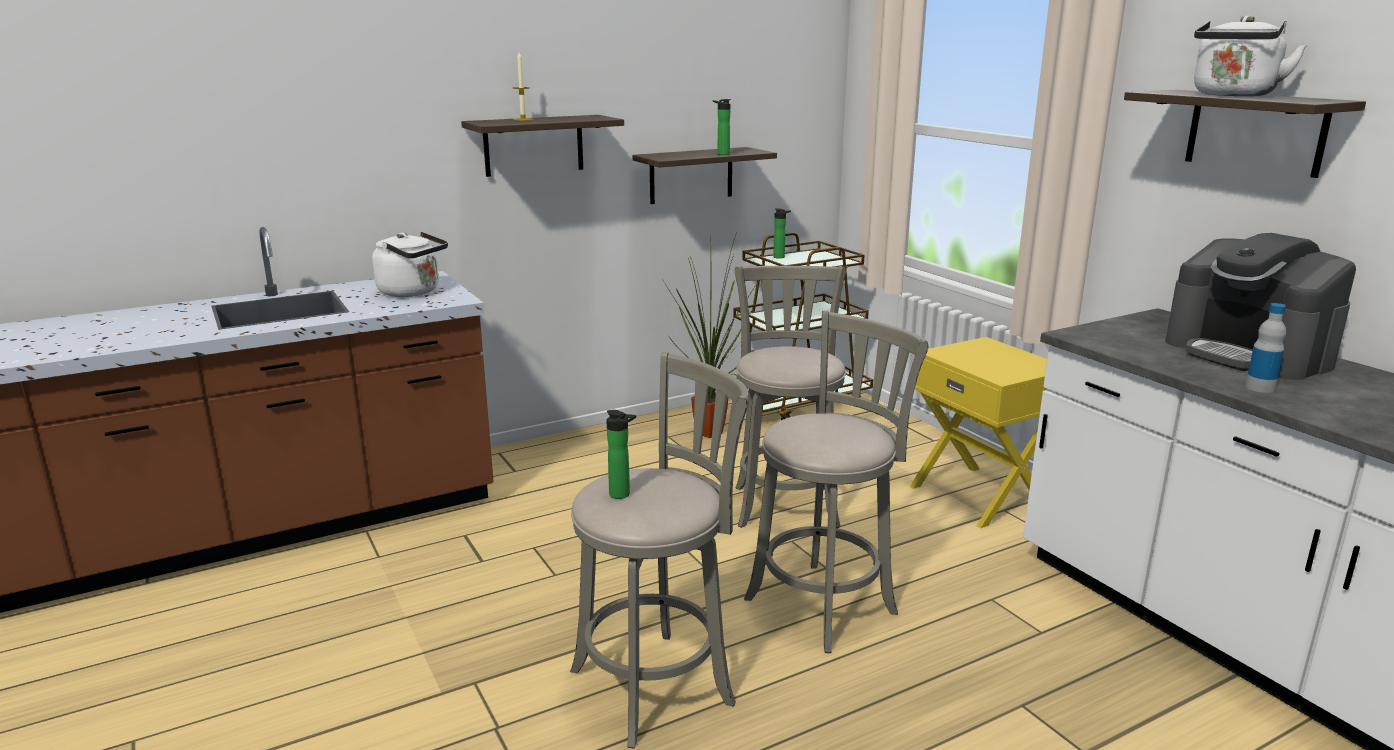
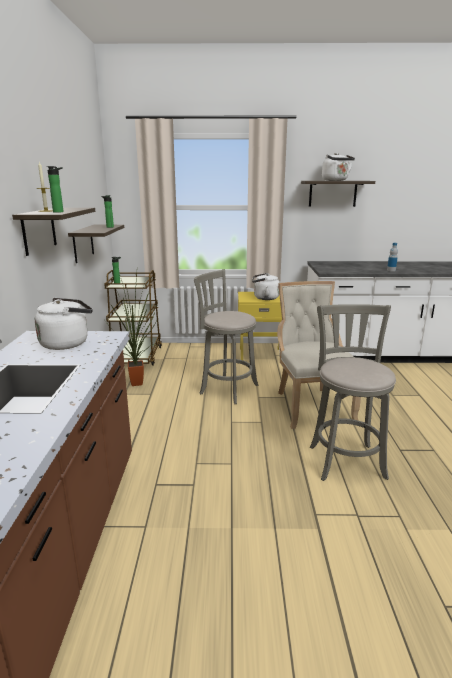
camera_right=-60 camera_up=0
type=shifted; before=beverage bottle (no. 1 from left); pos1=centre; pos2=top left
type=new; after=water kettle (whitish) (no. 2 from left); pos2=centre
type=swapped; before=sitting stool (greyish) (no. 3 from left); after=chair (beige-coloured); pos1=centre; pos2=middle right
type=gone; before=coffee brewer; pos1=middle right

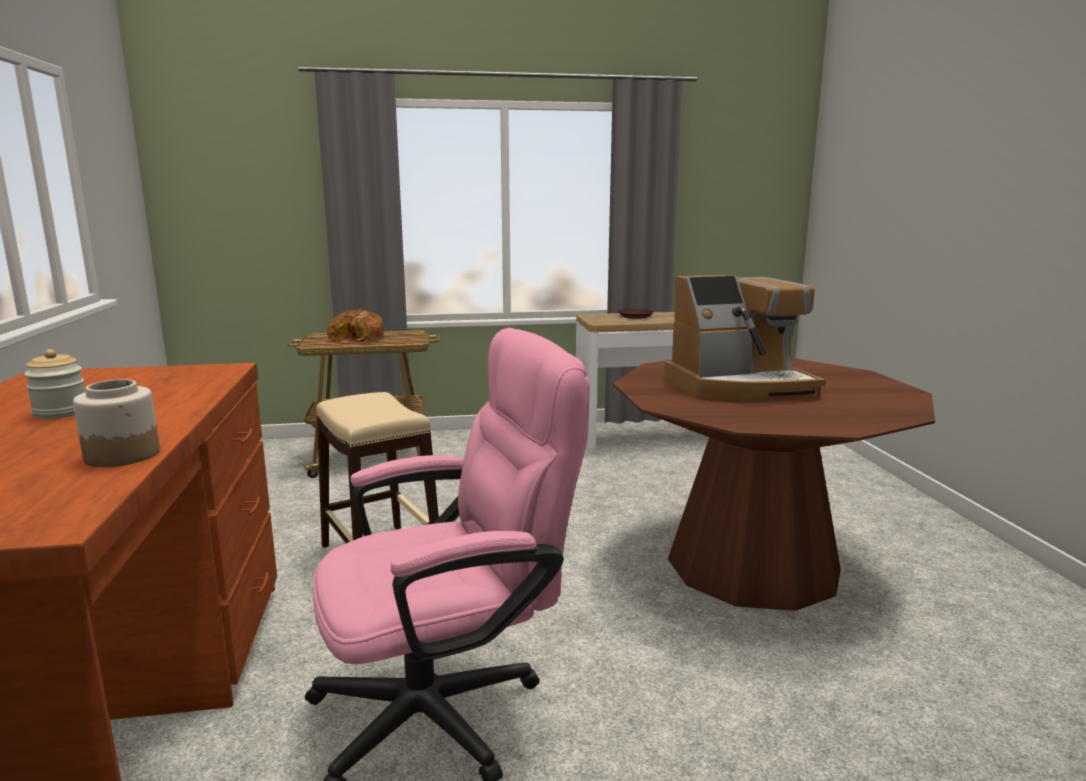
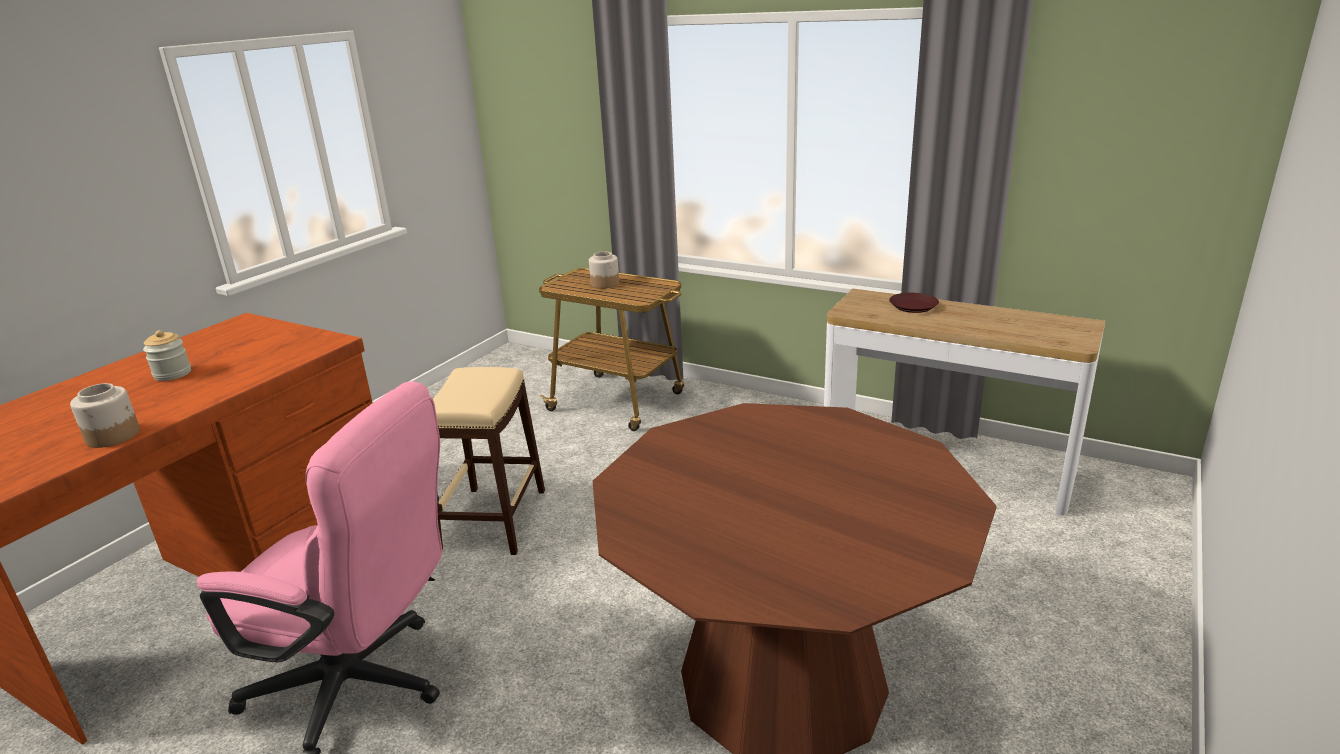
camera_right=40 camera_up=10
type=swapped; before=bread; after=jar (no. 3 from left); pos1=middle left; pos2=centre
type=gone; before=coffee brewer; pos1=middle right

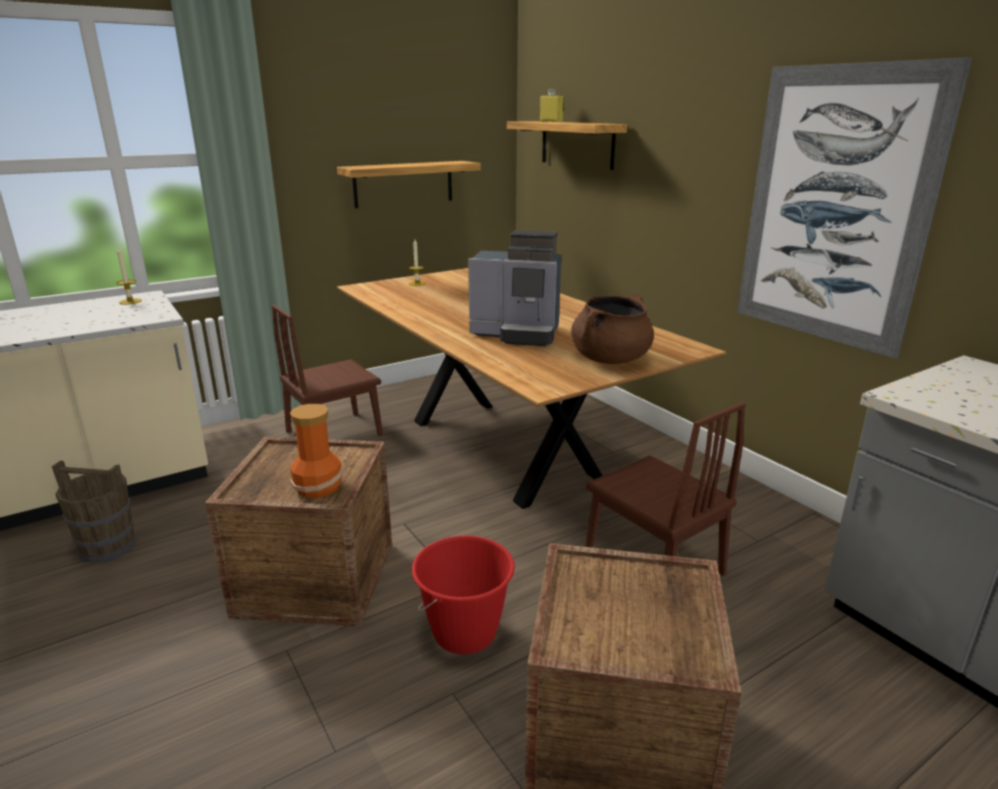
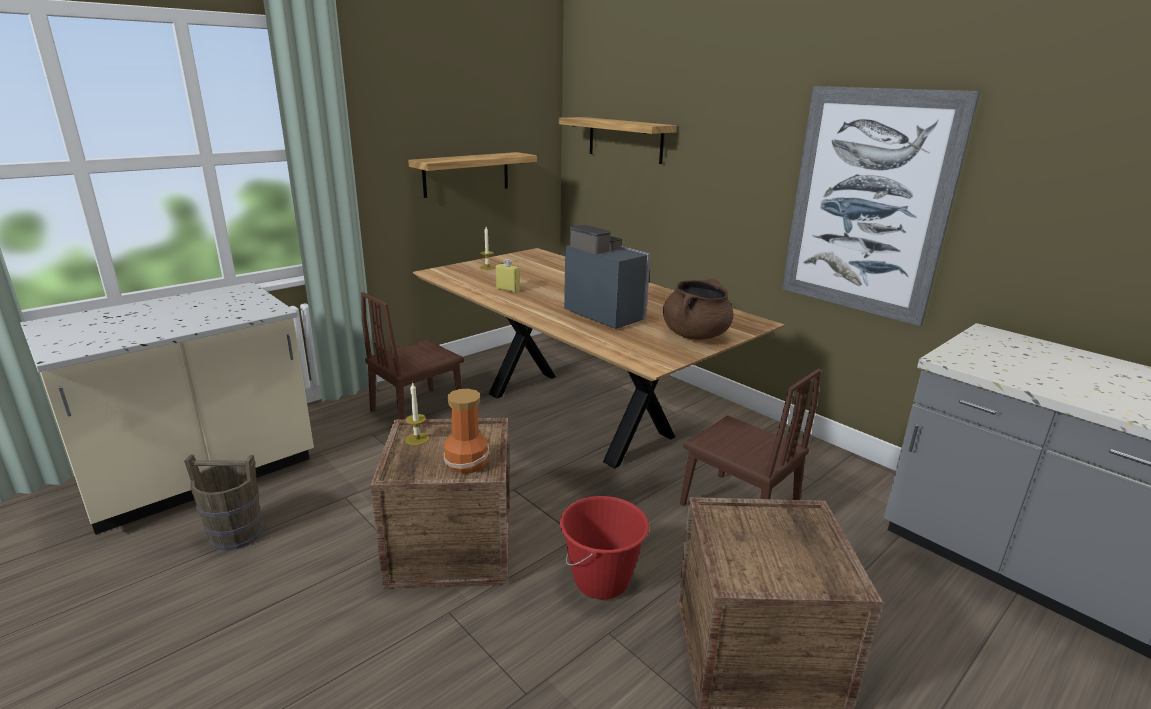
camera_right=-10 camera_up=0
type=shifted; before=candle (no. 1 from left); pos1=middle left; pos2=centre
type=shifted; before=beverage bottle (yellowish); pos1=top centre; pos2=centre
type=rotated; before=coffee brewer; pos1=centre; pos2=centre; turn=-135

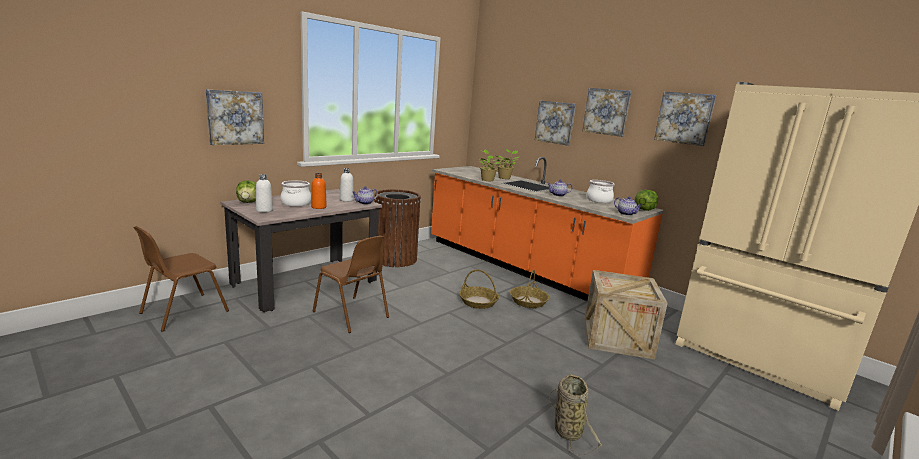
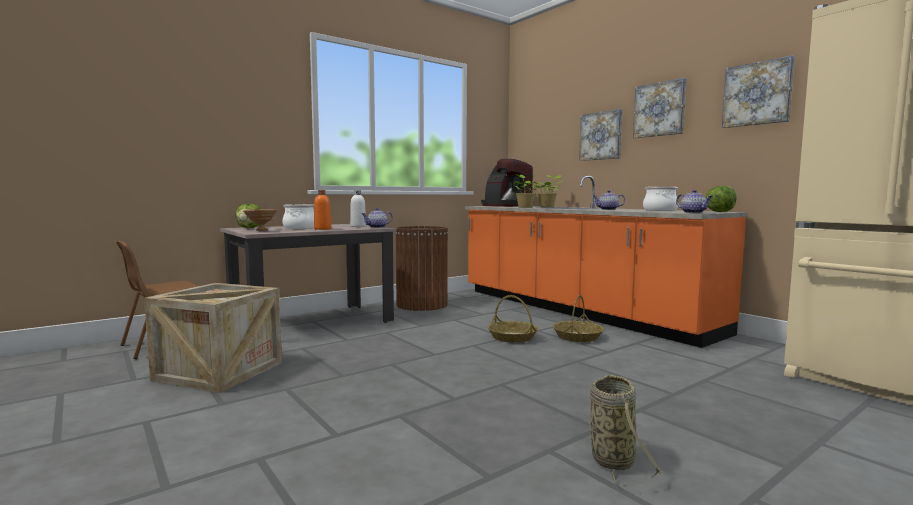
camera_right=10 camera_up=-10
type=shifted; before=crate; pos1=bottom right; pos2=bottom left
type=swapped; before=beverage bottle (whitish) (no. 1 from left); after=deep dish (brown); pos1=middle left; pos2=middle left
type=new; after=coffee brewer; pos2=centre
type=gone; before=wall picture (no. 1 from left); pos1=top left
type=gone; before=chair (brown) (no. 2 from left); pos1=centre

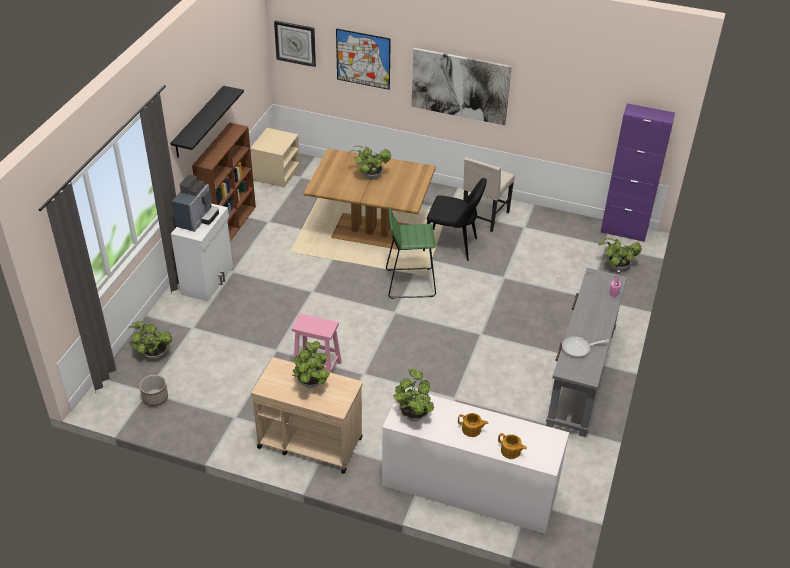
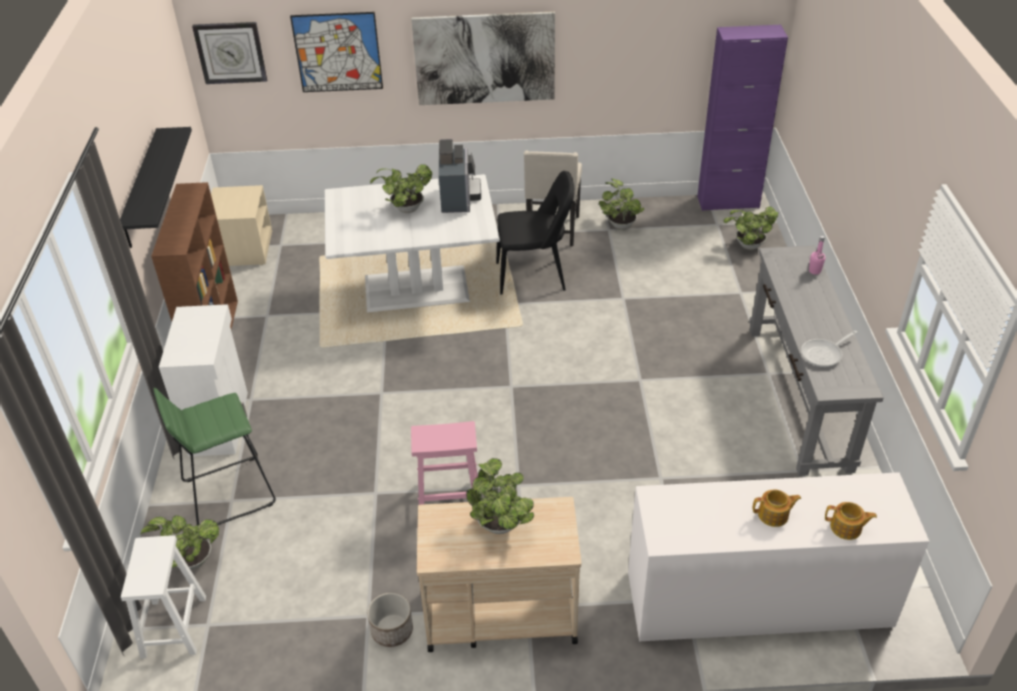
camera_right=-20 camera_up=0
type=new; after=sitting stool (whitish); pos2=bottom left
type=shifted; before=sitting stool (green); pos1=centre; pos2=middle left
type=repainted; before=dinner table (brown); after=dinner table (whitish); pos1=centre; pos2=centre
type=shifted; before=planter; pos1=bottom left; pos2=bottom centre
type=shifted; before=coffee brewer; pos1=middle left; pos2=top centre
type=shifted; before=houseplant (no. 4 from left); pos1=bottom centre; pos2=top centre

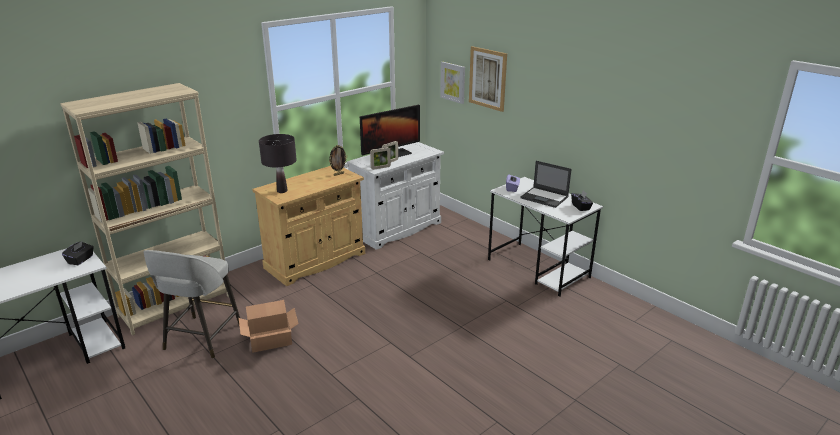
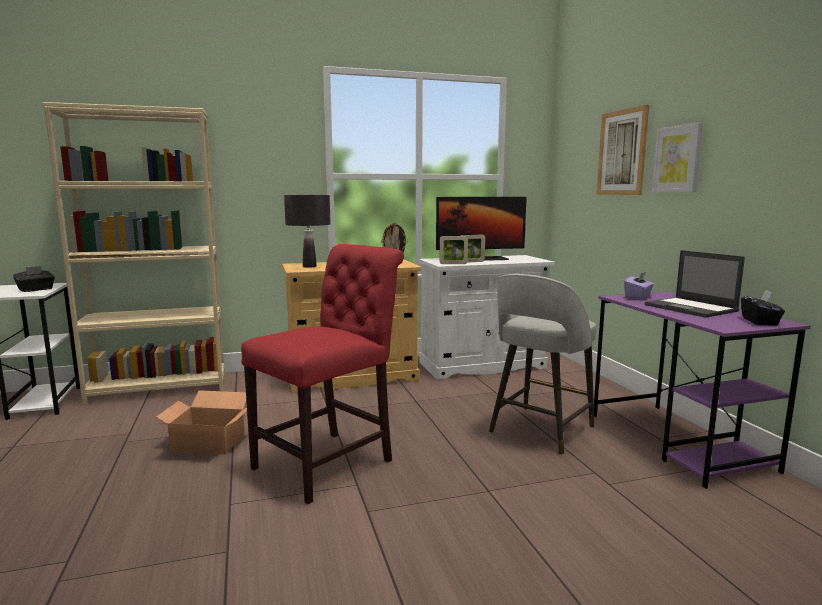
camera_right=25 camera_up=-15
type=new; after=chair (red); pos2=centre
type=shifted; before=sitting stool (greyish); pos1=bottom left; pos2=centre
type=repainted; before=desk table (whitish) (no. 2 from left); after=desk table (purple-coloured); pos1=centre; pos2=middle right
type=shifted; before=wall picture (no. 1 from left in the first image); after=wall picture (no. 2 from left); pos1=top centre; pos2=top right

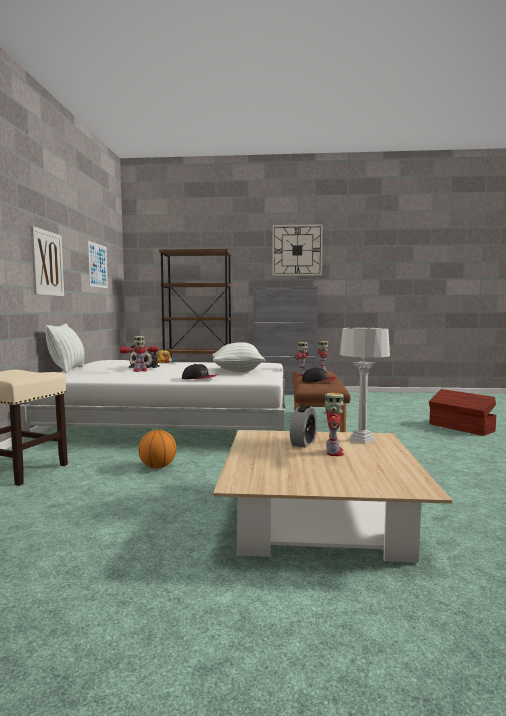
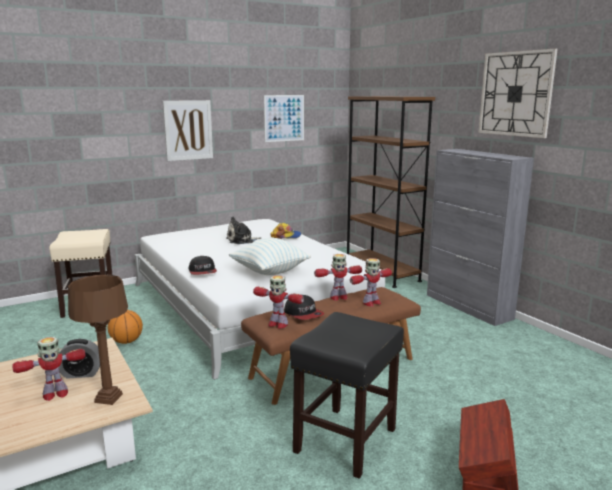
camera_right=55 camera_up=10
type=repainted; before=tabletop lamp (greyish); after=tabletop lamp (brown); pos1=middle right; pos2=bottom left
type=shifted; before=robot figure (no. 1 from left in the first image); after=robot figure (no. 2 from left); pos1=middle left; pos2=centre
type=new; after=sitting stool (black); pos2=bottom centre
type=gone; before=cushion (no. 1 from left); pos1=middle left

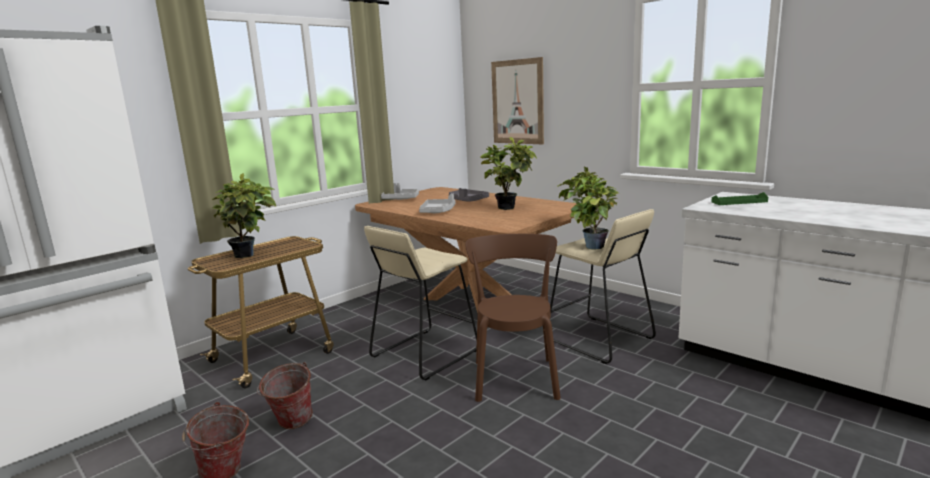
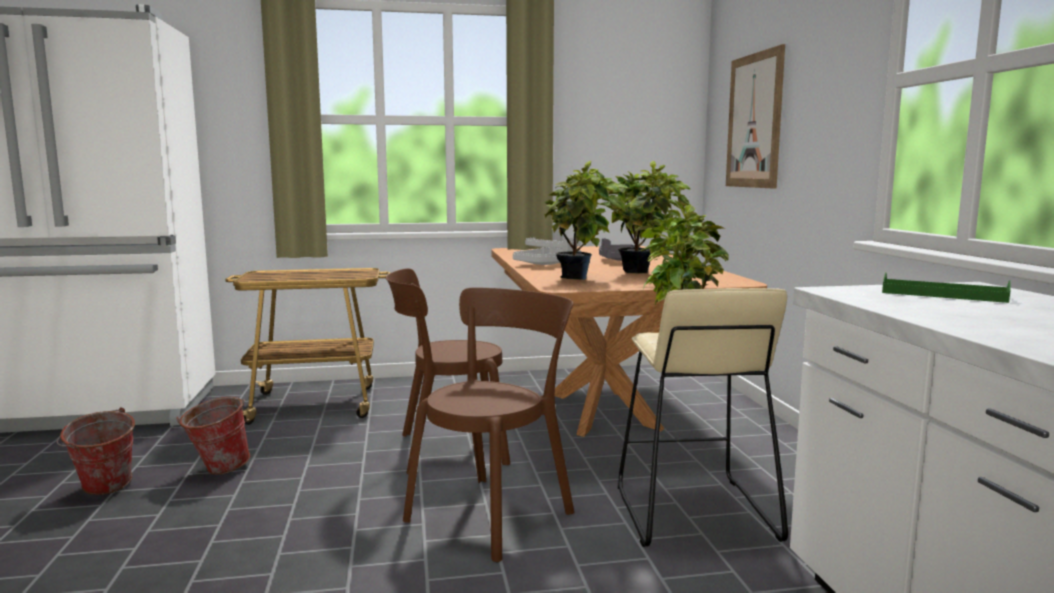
camera_right=35 camera_up=-5
type=swapped; before=sitting stool (beige-coloured) (no. 1 from left); after=chair (brown) (no. 1 from left); pos1=centre; pos2=centre
type=shifted; before=houseplant (no. 1 from left); pos1=middle left; pos2=centre

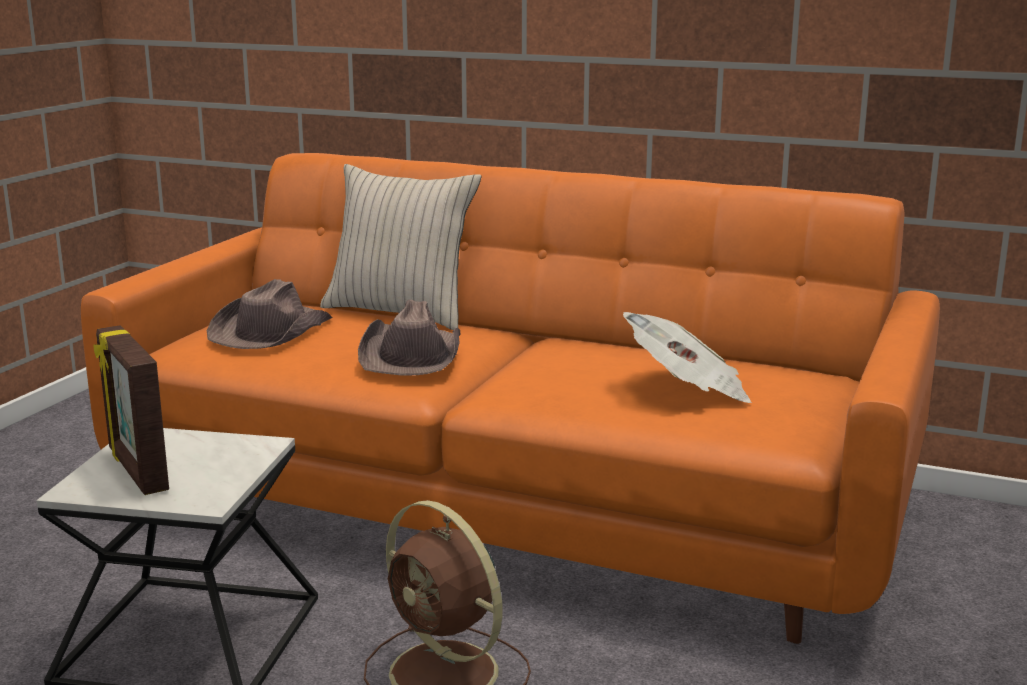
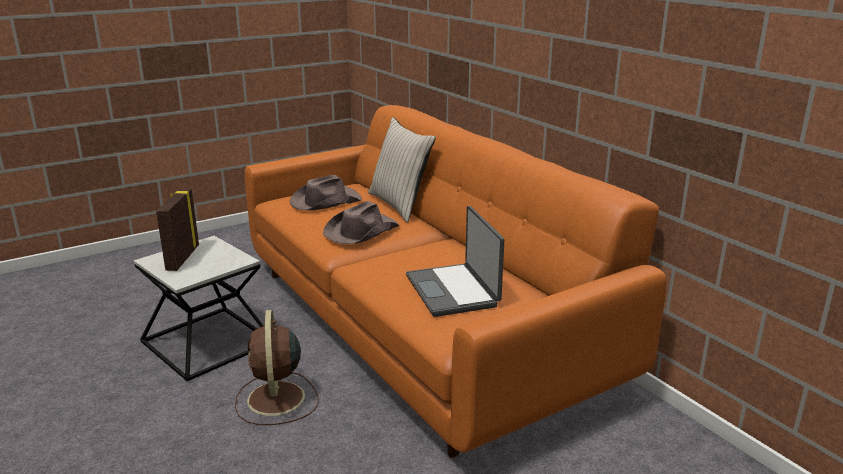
camera_right=35 camera_up=5
type=swapped; before=newspaper; after=laptop; pos1=middle right; pos2=centre

